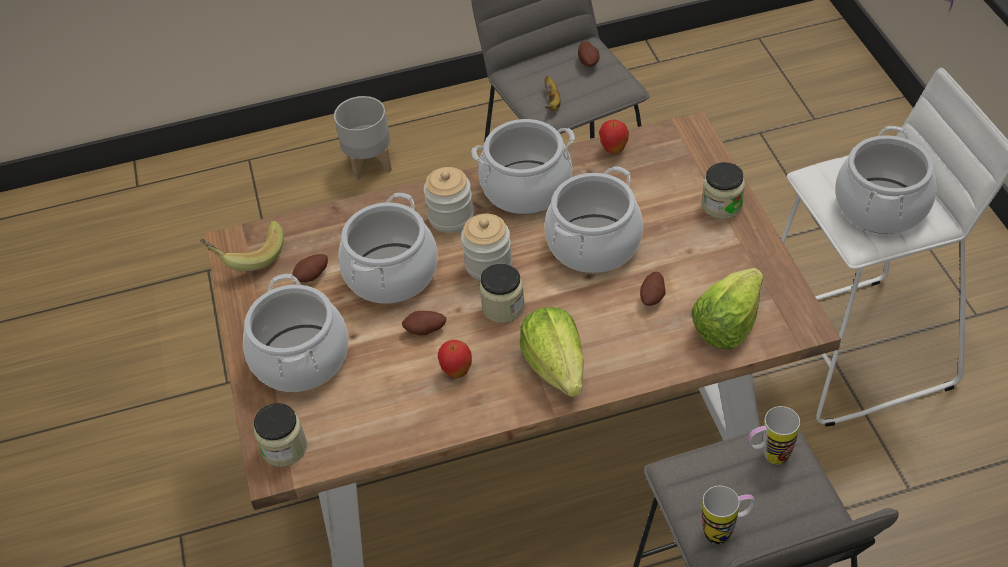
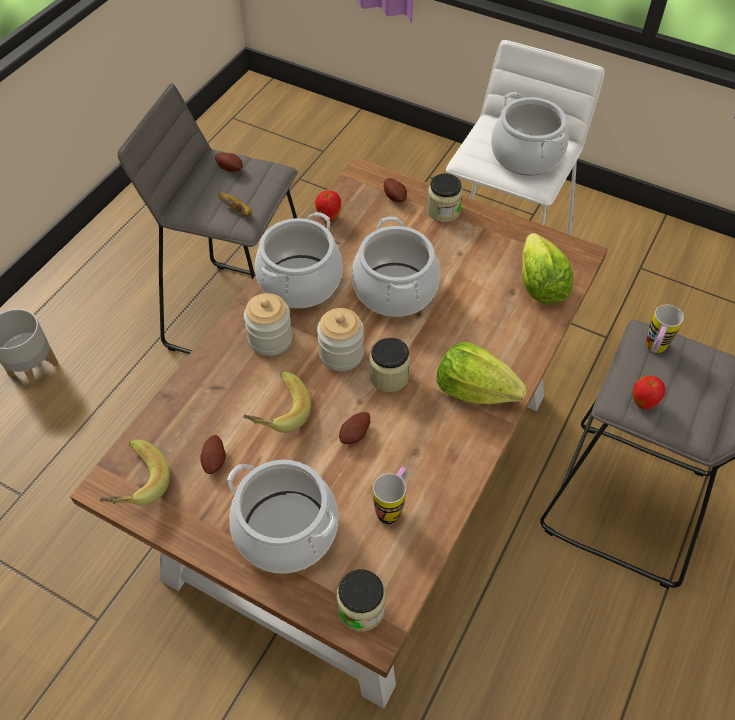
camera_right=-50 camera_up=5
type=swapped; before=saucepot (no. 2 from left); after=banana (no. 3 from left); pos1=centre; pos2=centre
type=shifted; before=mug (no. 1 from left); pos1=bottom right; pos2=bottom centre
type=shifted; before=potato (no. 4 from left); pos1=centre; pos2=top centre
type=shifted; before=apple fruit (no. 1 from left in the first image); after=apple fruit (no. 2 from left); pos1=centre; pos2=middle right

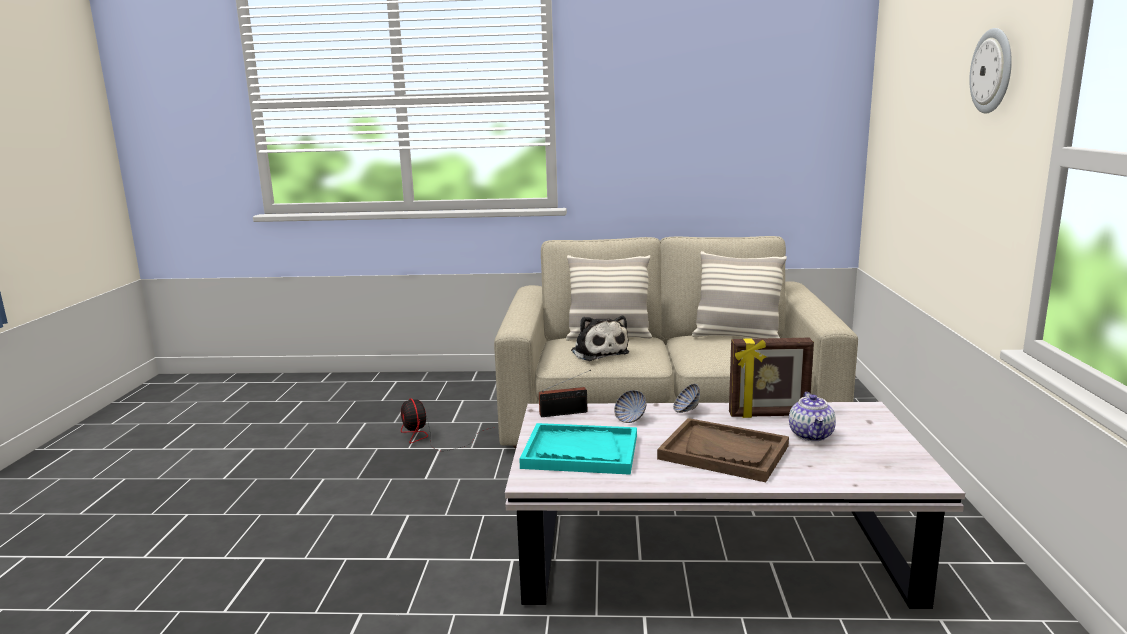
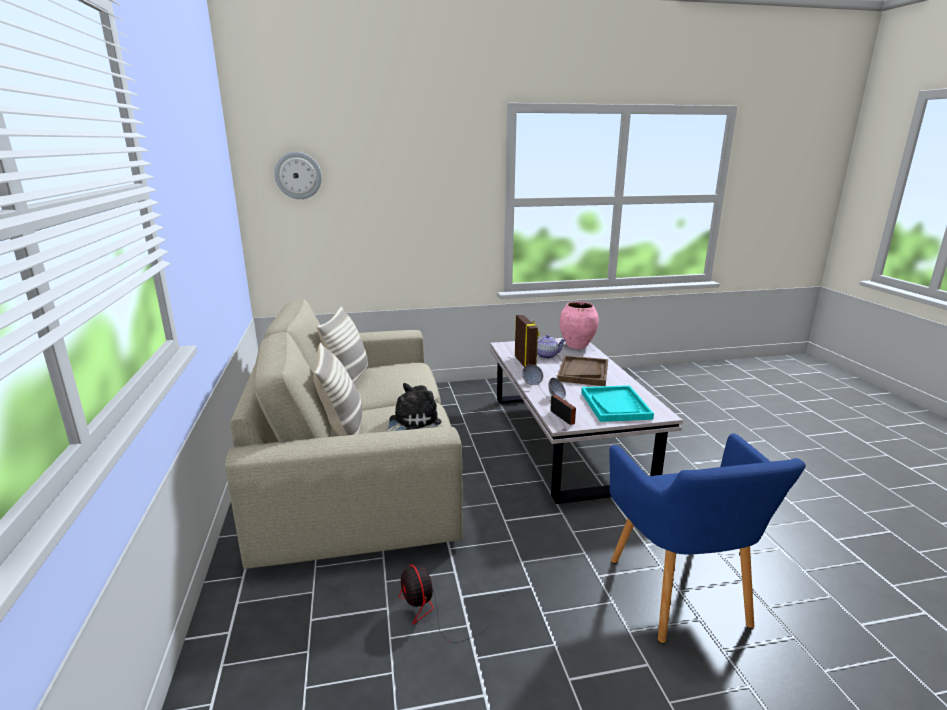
camera_right=-105 camera_up=5
type=shifted; before=wall clock; pos1=top right; pos2=top left
type=rotated; before=fan; pos1=bottom centre; pos2=bottom centre; turn=105
type=new; after=decorative vase (pink); pos2=centre
type=new; after=armchair (bluish); pos2=bottom right

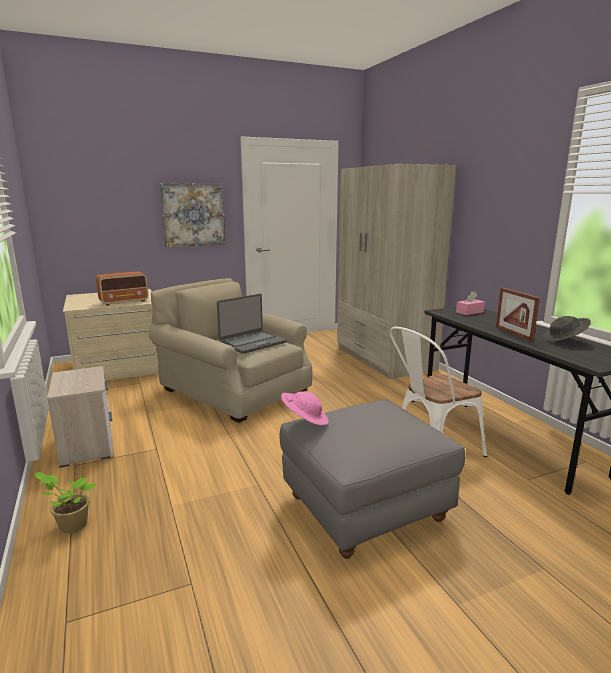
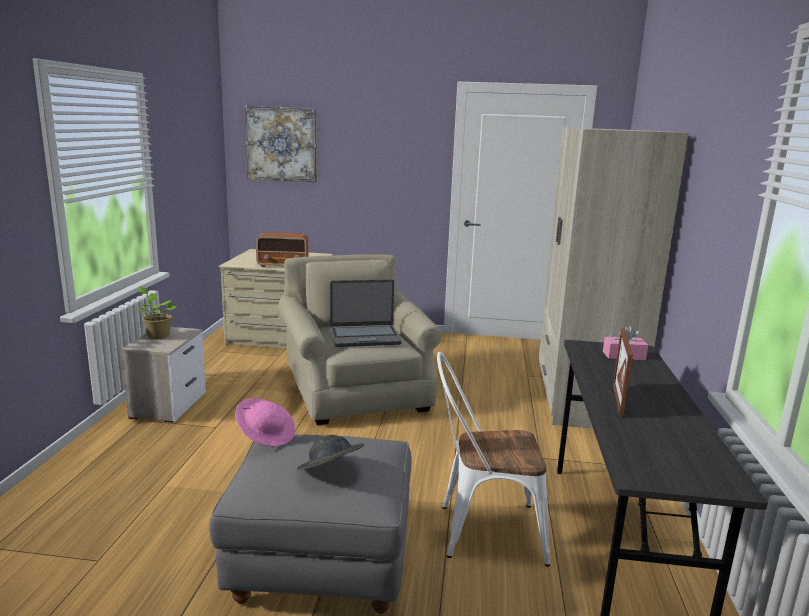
camera_right=30 camera_up=0
type=shifted; before=houseplant; pos1=bottom left; pos2=middle left
type=shifted; before=wall picture; pos1=top left; pos2=top centre
type=shifted; before=clothing hat (greyish); pos1=middle right; pos2=bottom centre

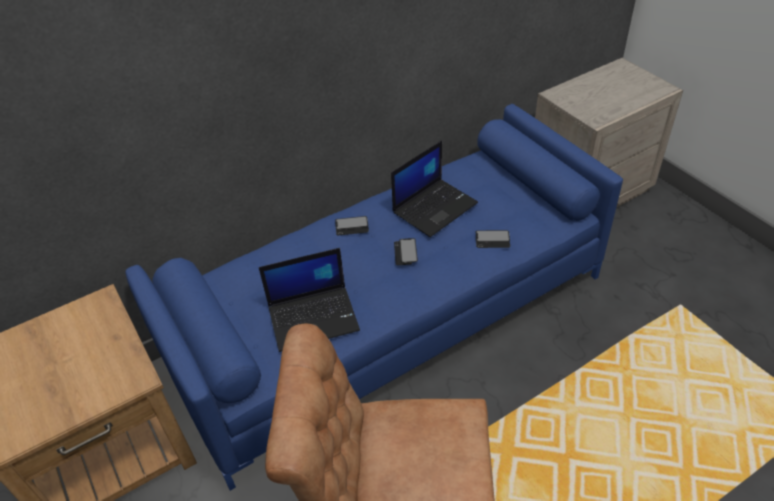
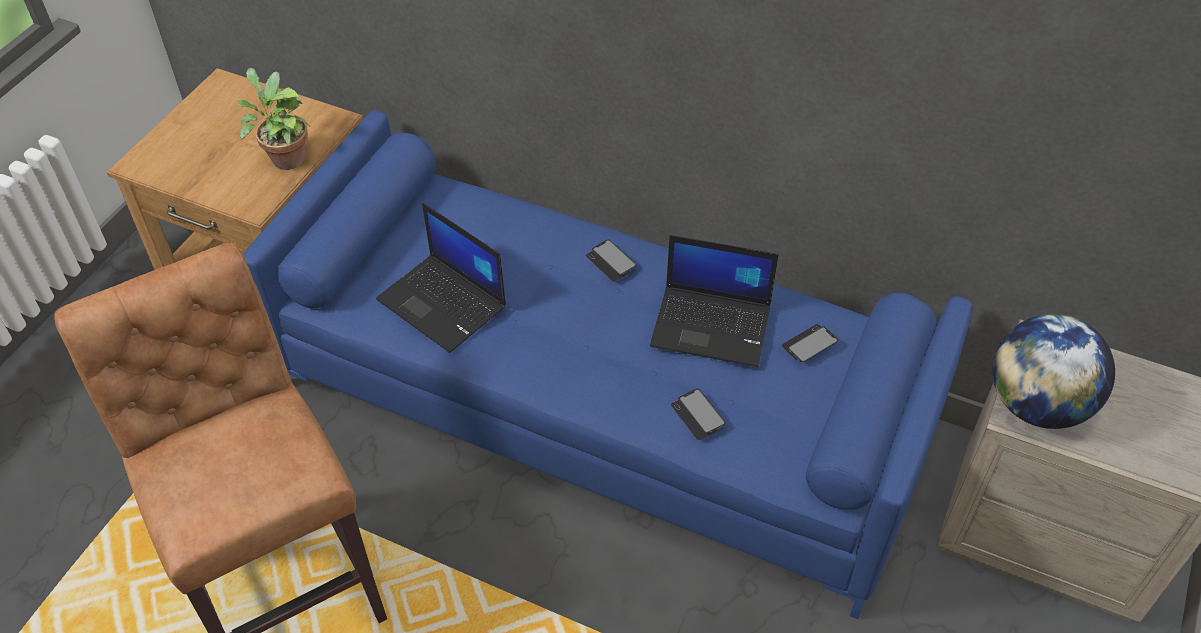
camera_right=55 camera_up=5
type=new; after=houseplant; pos2=top left
type=shifted; before=telephone (no. 2 from left in the first image); after=telephone (no. 3 from left); pos1=centre; pos2=middle right
type=new; after=desk globe; pos2=middle right

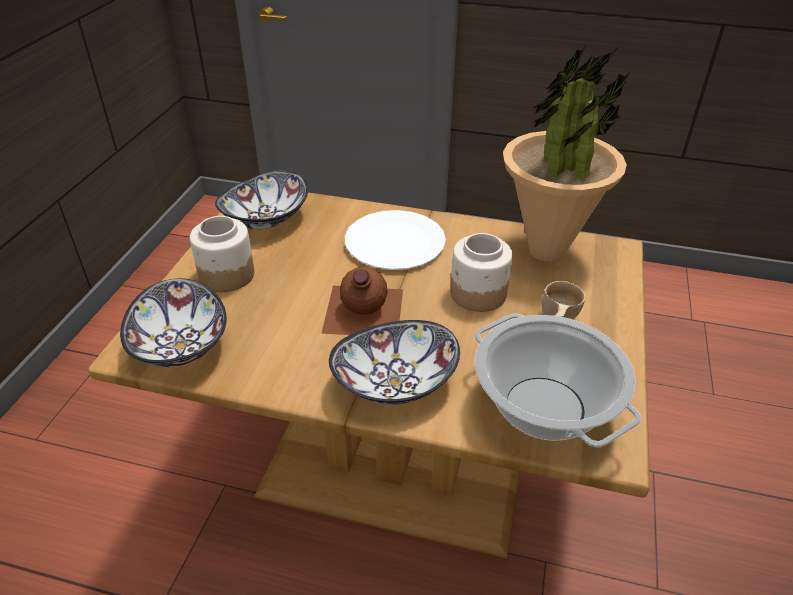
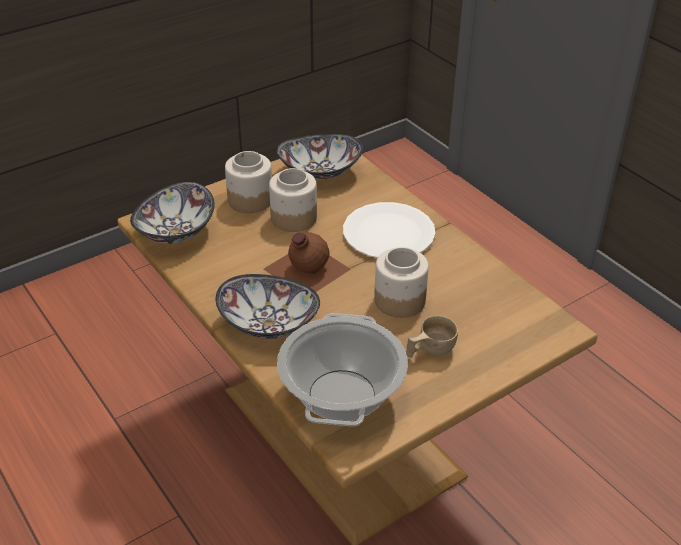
camera_right=40 camera_up=0
type=new; after=jar (no. 2 from left); pos2=centre
type=gone; before=houseplant; pos1=top right

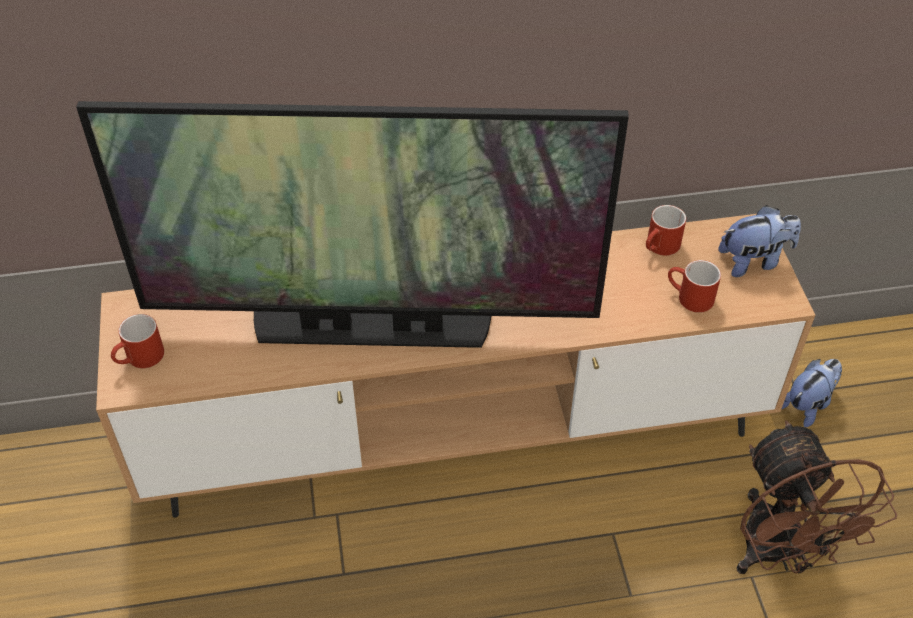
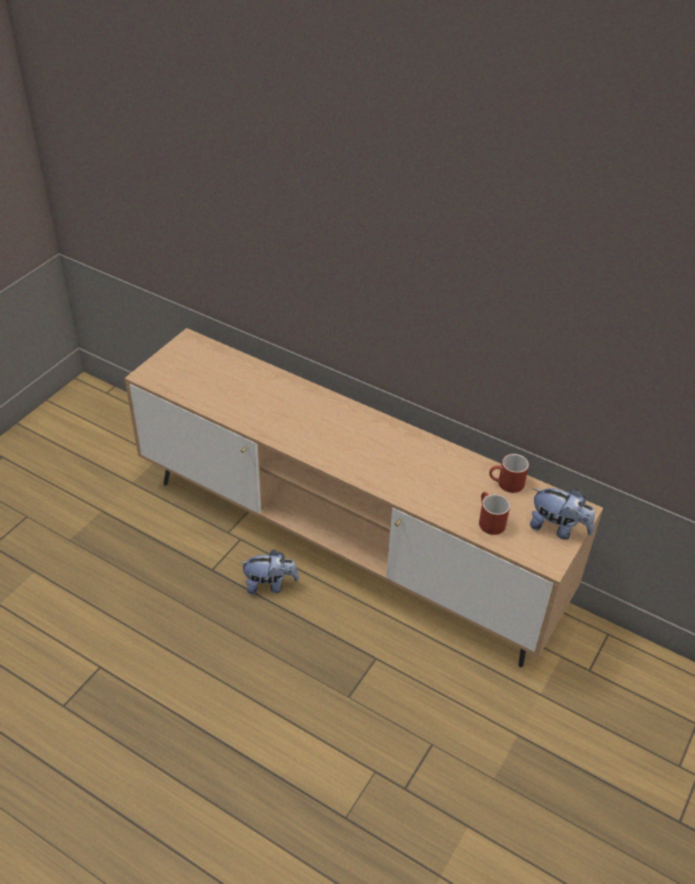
camera_right=40 camera_up=-5
type=shifted; before=soft toy (no. 2 from left in the first image); after=soft toy (no. 1 from left); pos1=middle right; pos2=centre
type=gone; before=TV; pos1=centre
type=gone; before=mug (red) (no. 1 from left); pos1=middle left
type=gone; before=fan (brown); pos1=bottom right

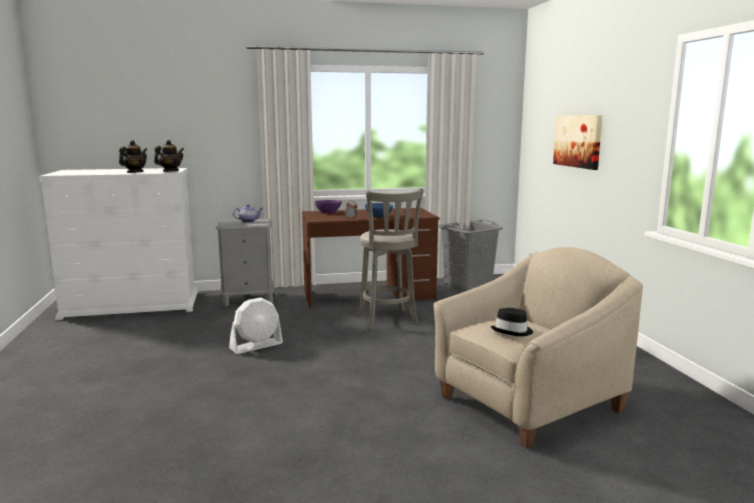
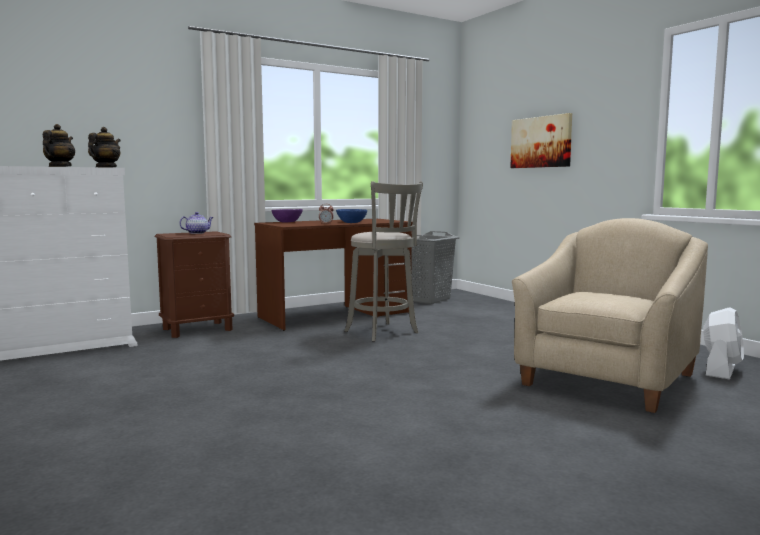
camera_right=-20 camera_up=-5
type=repainted; before=nightstand (greyish); after=nightstand (brown); pos1=middle left; pos2=middle left
type=shifted; before=fan (whitish); pos1=centre; pos2=middle right
type=gone; before=clothing hat (black); pos1=middle right

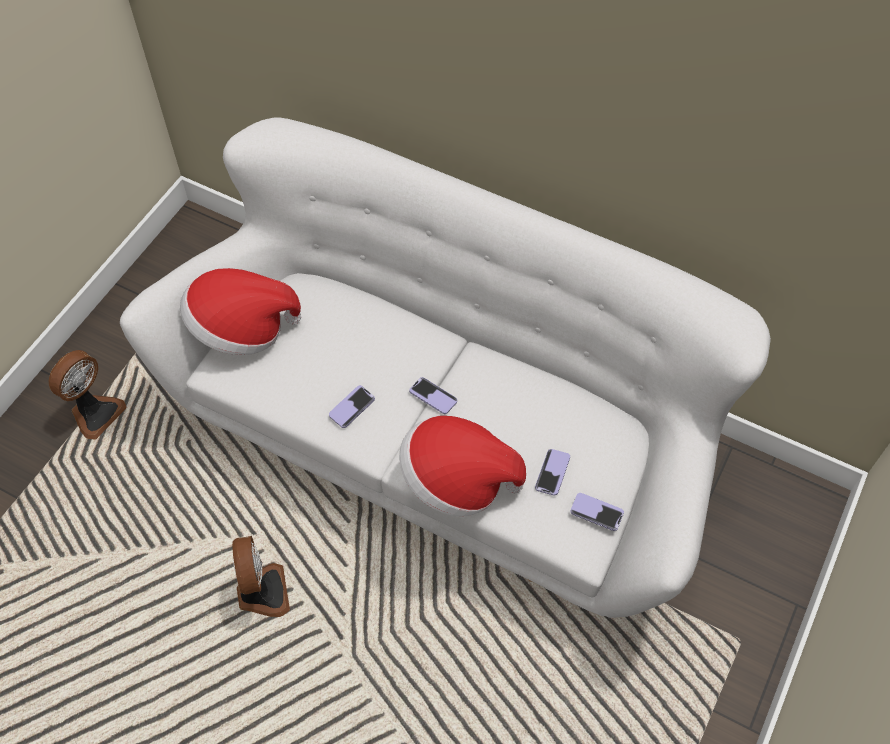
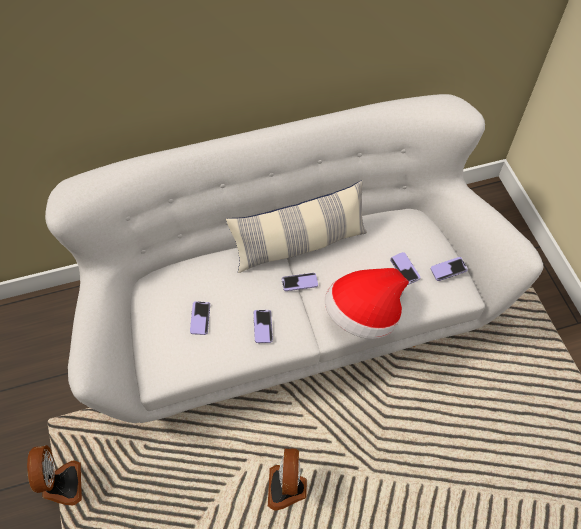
camera_right=-45 camera_up=0
type=new; after=telephone (no. 1 from left); pos2=centre
type=new; after=cushion; pos2=centre
type=rotated; before=fan (no. 2 from left); pos1=bottom left; pos2=bottom centre; turn=-120
type=gone; before=clothing hat (no. 1 from left); pos1=middle left

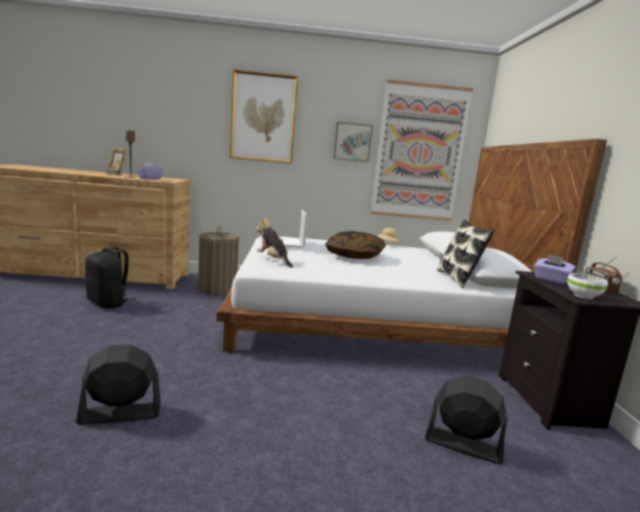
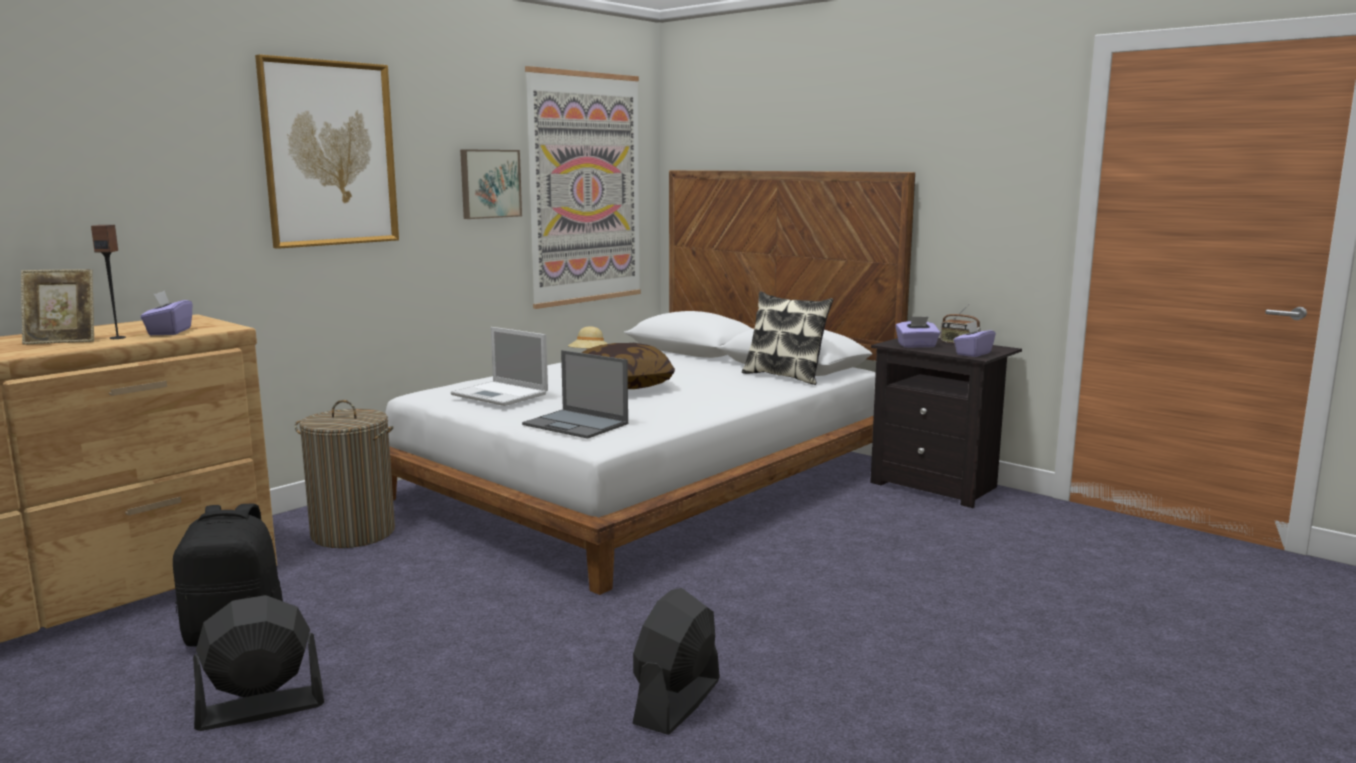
camera_right=-45 camera_up=0
type=shifted; before=fan (black) (no. 2 from left in the first image); after=fan (black) (no. 1 from left); pos1=bottom right; pos2=bottom left
type=swapped; before=soft toy; after=laptop (no. 2 from left); pos1=centre; pos2=centre
type=swapped; before=deep dish (whitish); after=box of tissues (purple-coloured) (no. 3 from left); pos1=middle right; pos2=middle right

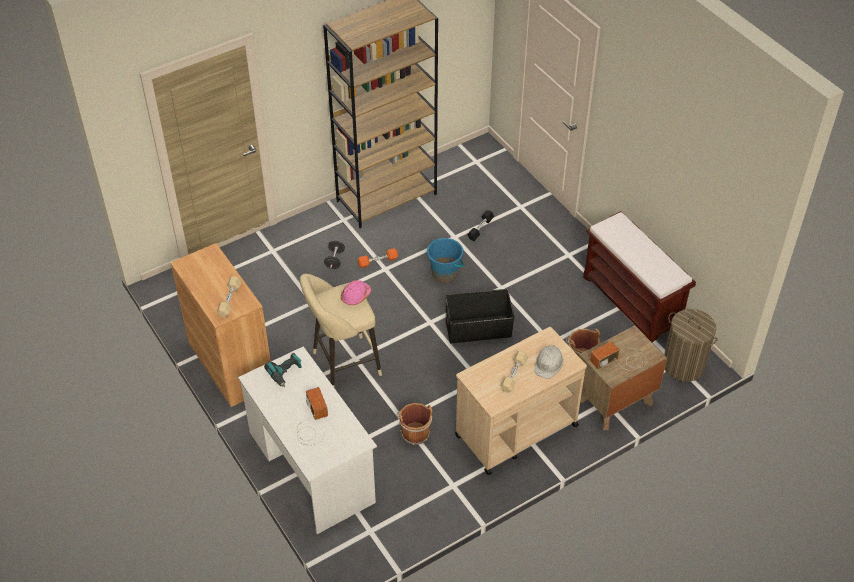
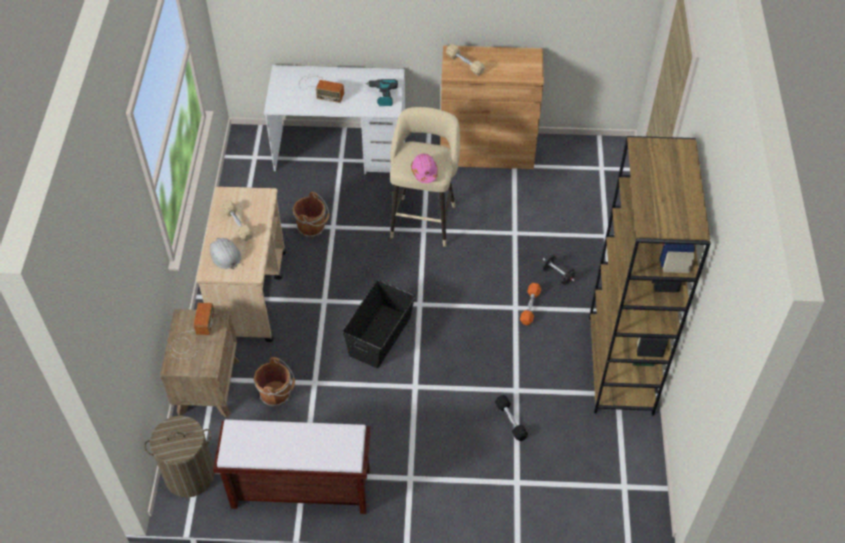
camera_right=125 camera_up=5
type=gone; before=water bucket (bluish); pos1=centre

